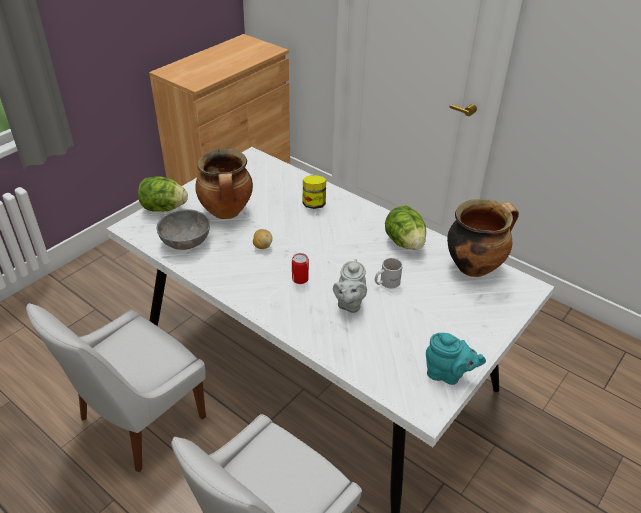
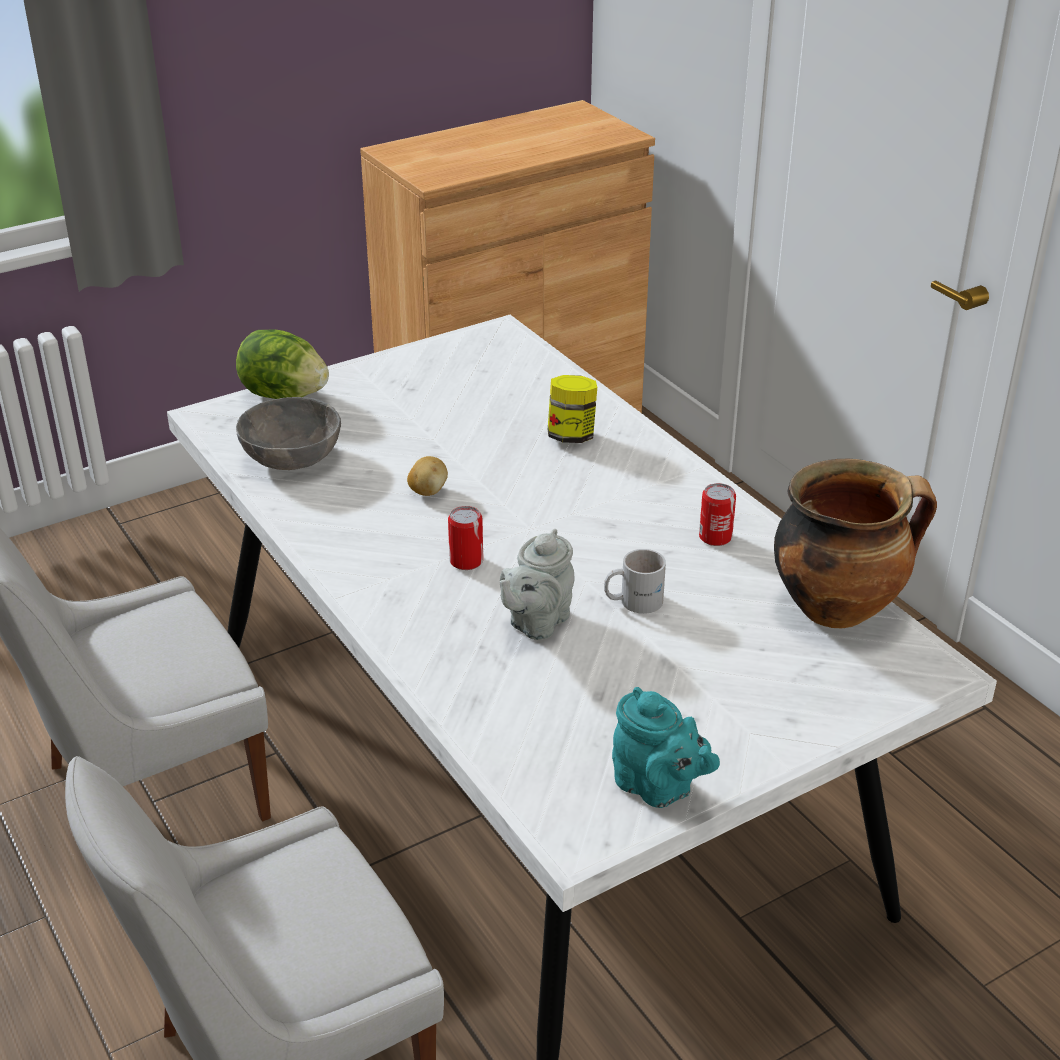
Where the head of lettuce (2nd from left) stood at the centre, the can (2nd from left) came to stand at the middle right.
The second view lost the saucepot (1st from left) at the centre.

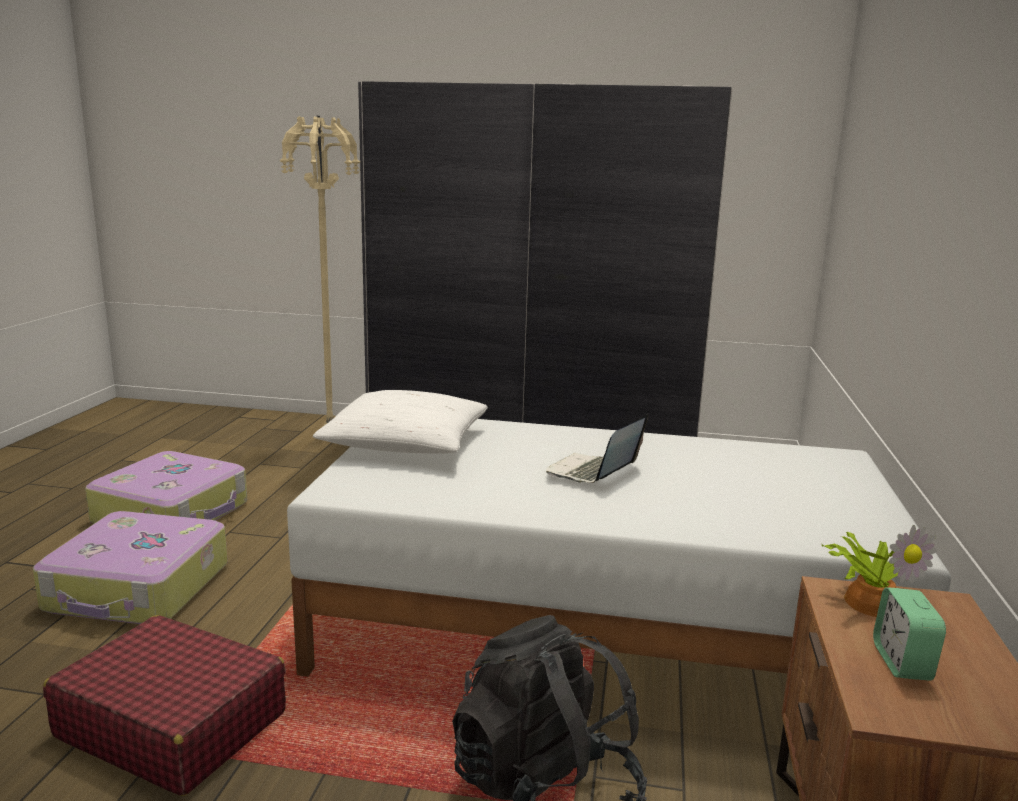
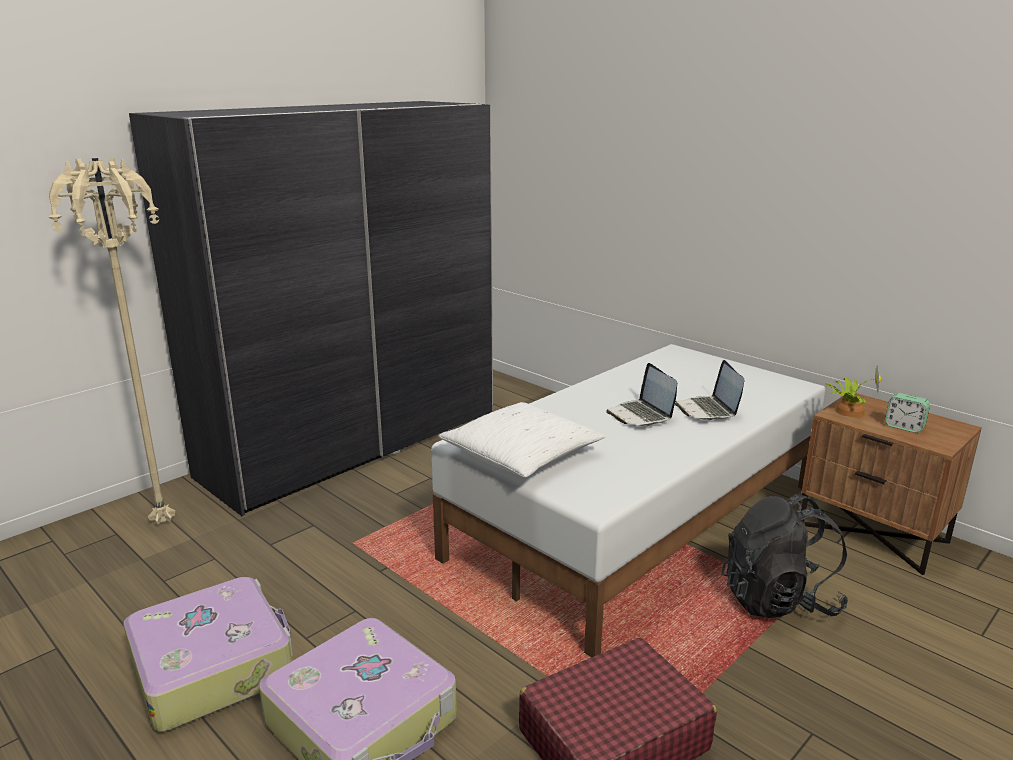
The second view gained the laptop (2nd from left) at the middle right.

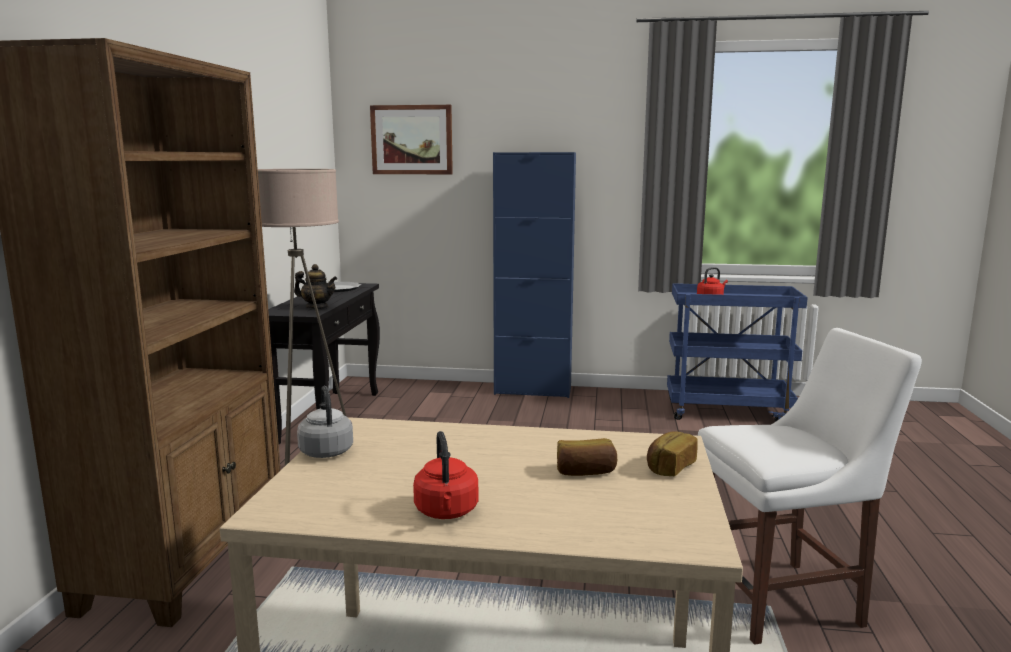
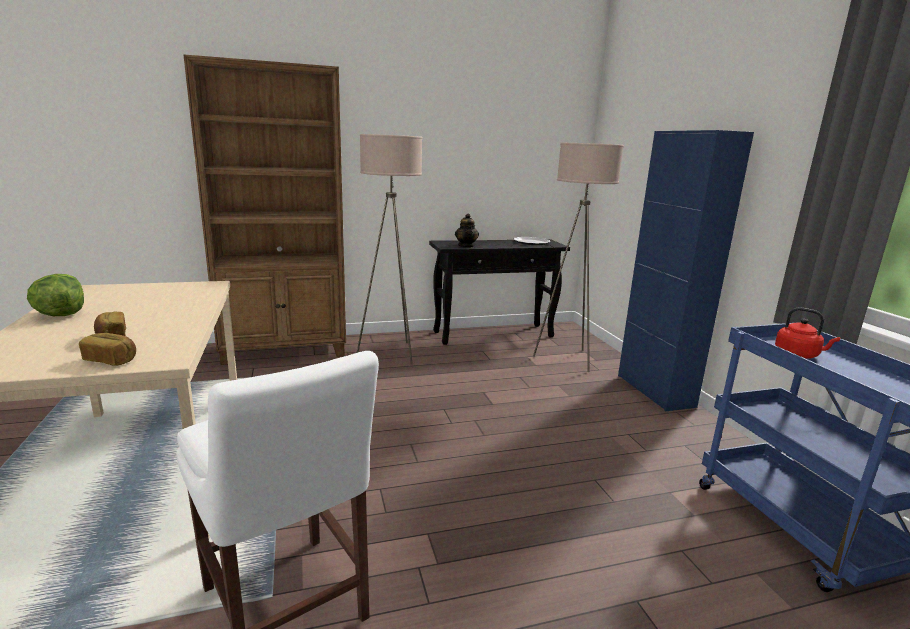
Where the tea kettle in reddish (1st from left) stood at the bottom centre, the head of lettuce came to stand at the middle left.
The second view gained the floor lamp in beige-coloured (2nd from left) at the centre.
The second view lost the tea kettle in greyish at the middle left.
The second view lost the picture at the top centre.

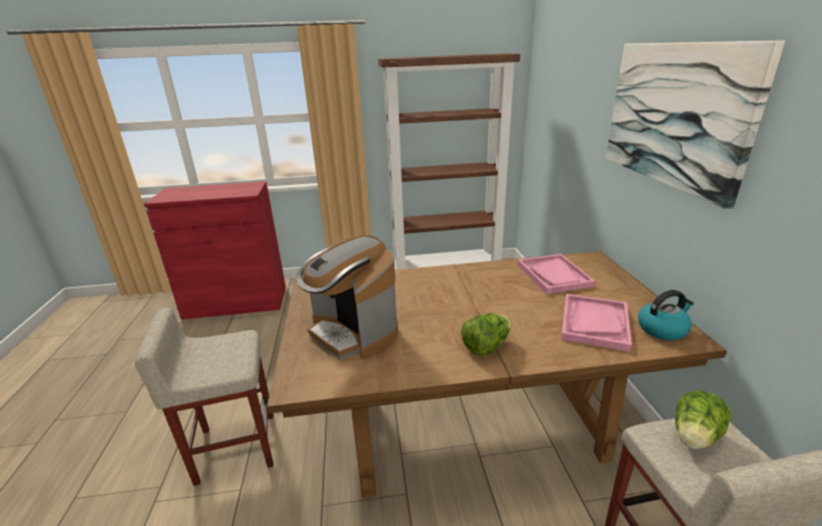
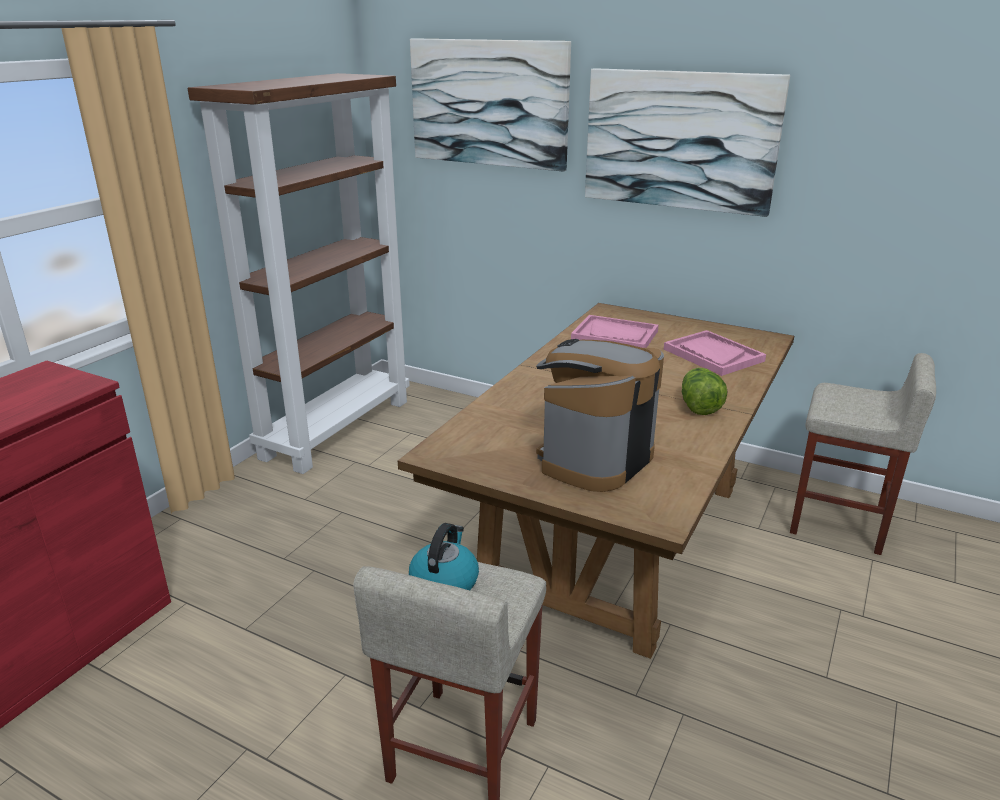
The tea kettle ended up elsewhere, having gone from the middle right to the bottom centre.
The second view gained the picture (1st from left) at the top centre.
The coffee brewer at the centre ended up facing another way, 135 degrees clockwise from before.
The second view lost the head of lettuce (2nd from left) at the bottom right.

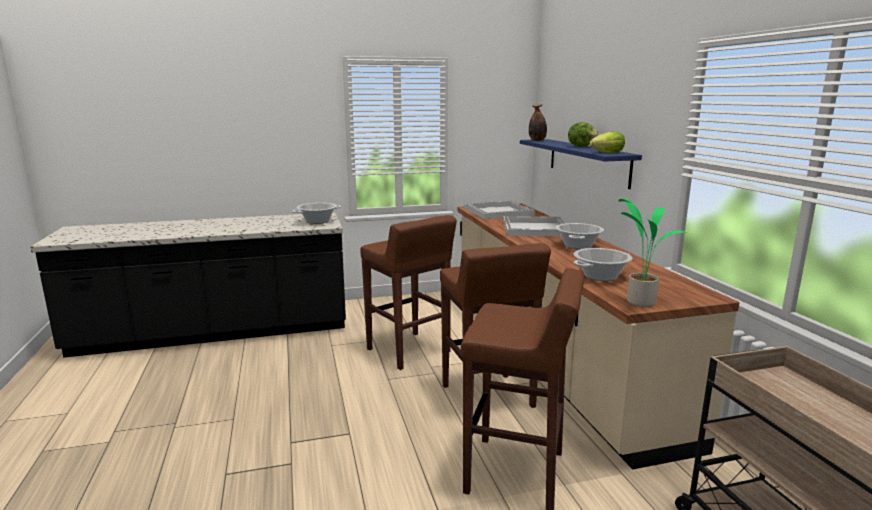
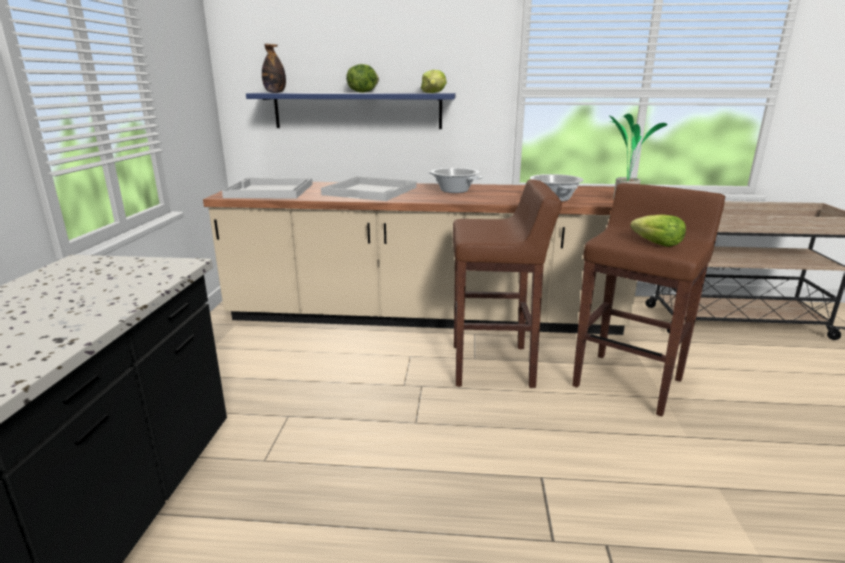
The second view gained the head of lettuce (3rd from left) at the middle right.
The second view lost the saucepot (1st from left) at the centre.
The second view lost the sitting stool in brown (1st from left) at the centre.

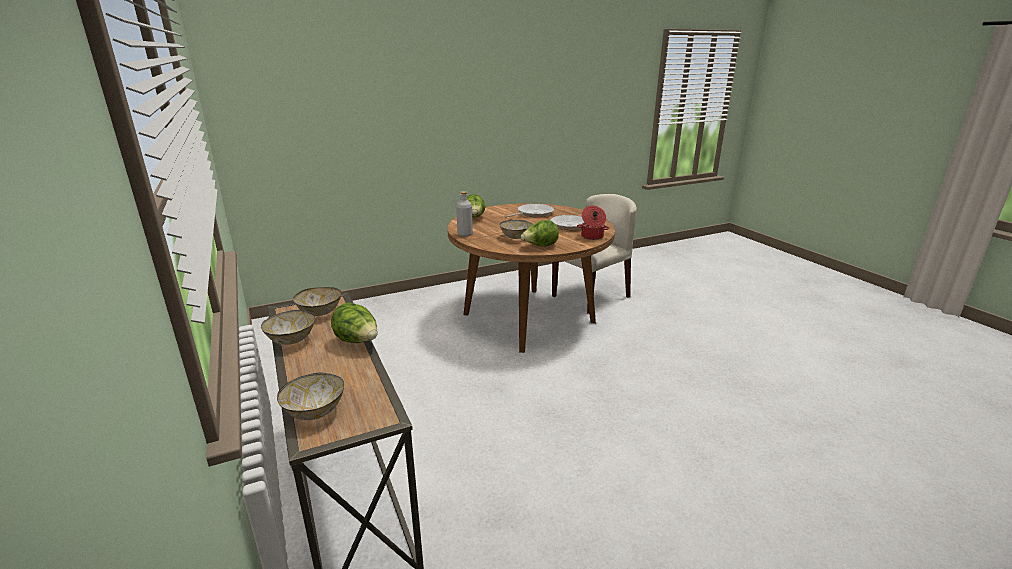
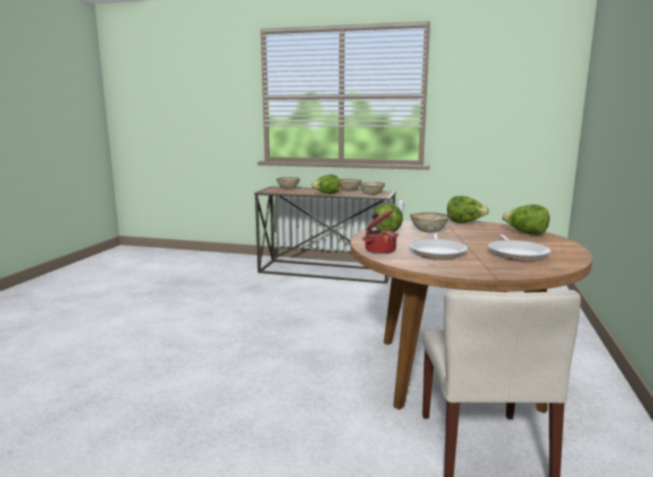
Where the drink bottle in greyish stood at the centre, the head of lettuce (3rd from left) came to stand at the middle right.

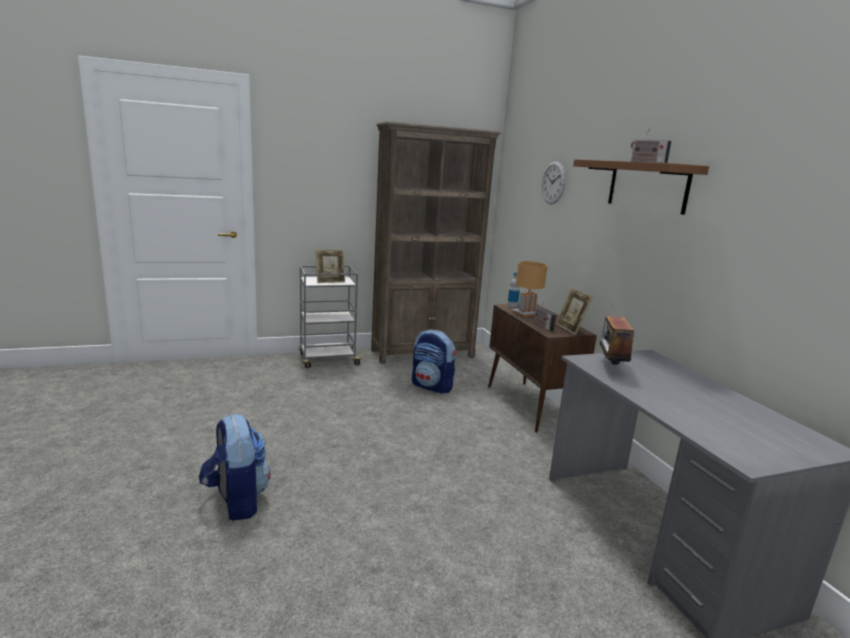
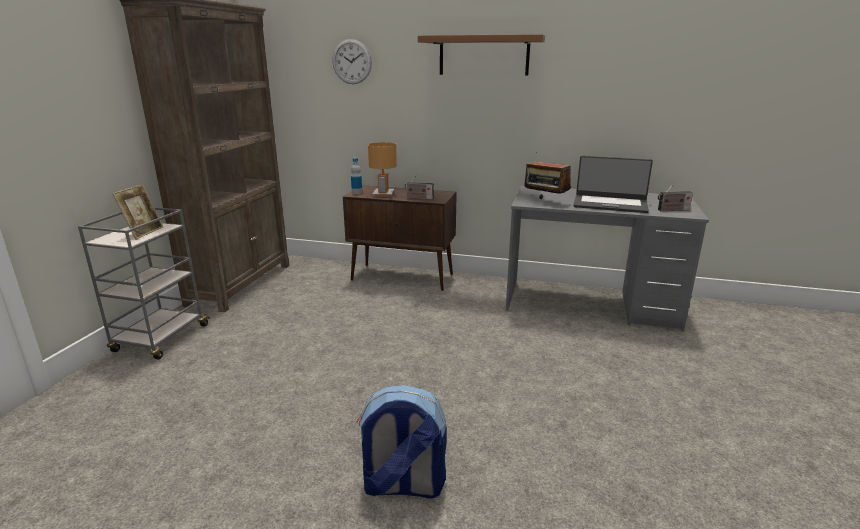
The second view gained the laptop at the middle right.
The radio receiver (3rd from left) ended up elsewhere, having gone from the top right to the middle right.
The second view lost the rucksack (2nd from left) at the centre.
The second view lost the standing frame (2nd from left) at the middle right.

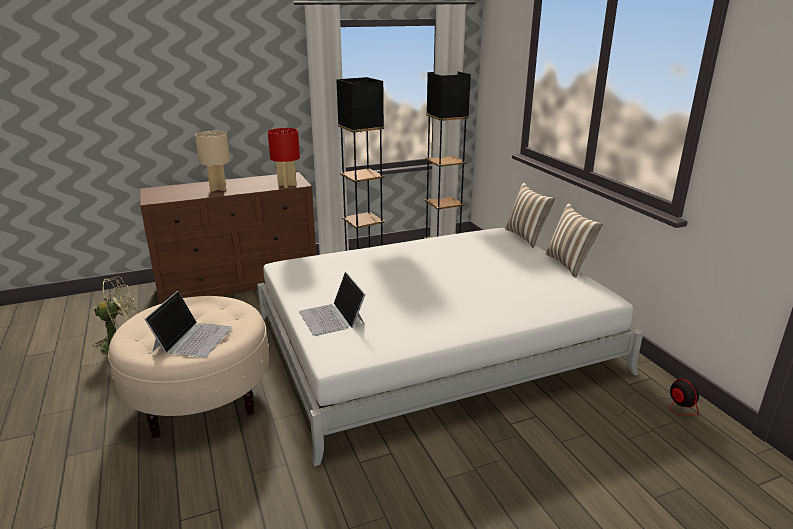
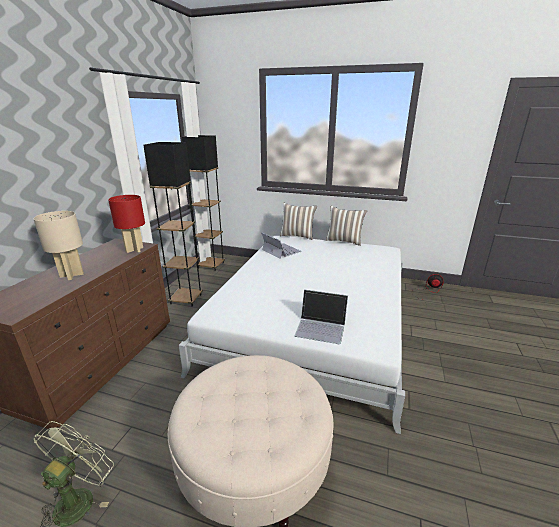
The laptop (1st from left) ended up elsewhere, having gone from the middle left to the centre.

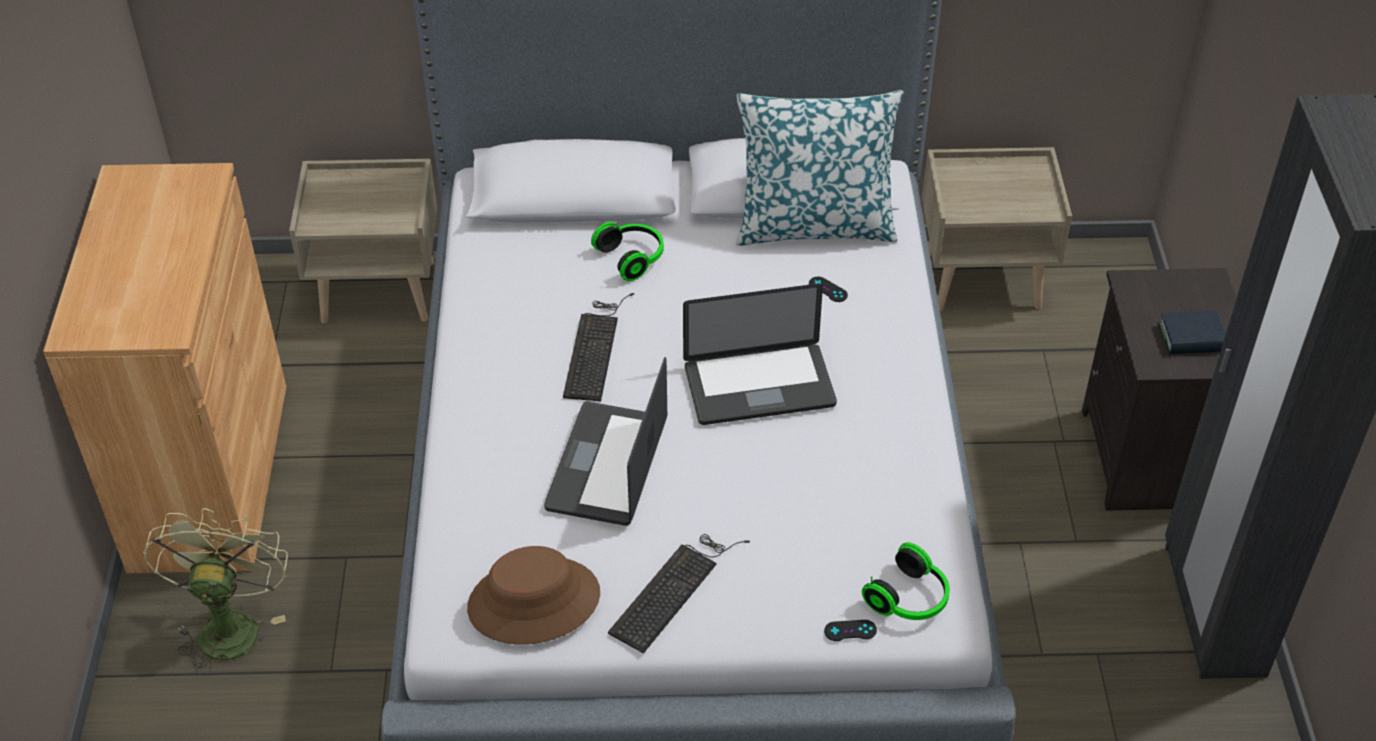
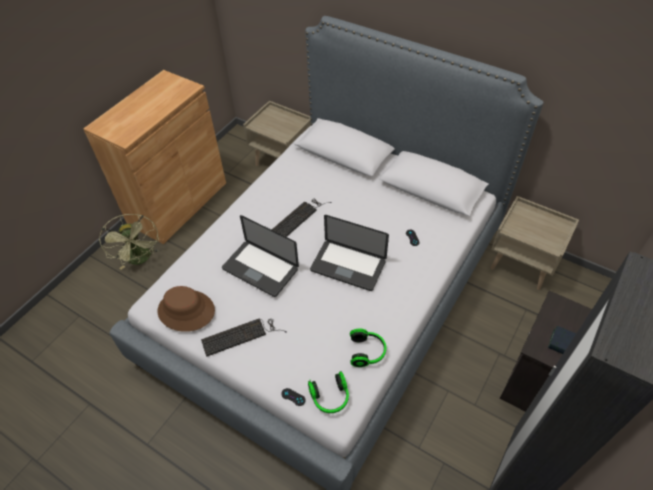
The cooling fan in green at the bottom left ended up facing another way, 120 degrees clockwise from before.
The laptop (1st from left) at the centre ended up facing another way, 105 degrees counterclockwise from before.
The headphones (1st from left in the first image) ended up elsewhere, having gone from the centre to the bottom centre.
The second view lost the throw pillow at the top centre.

